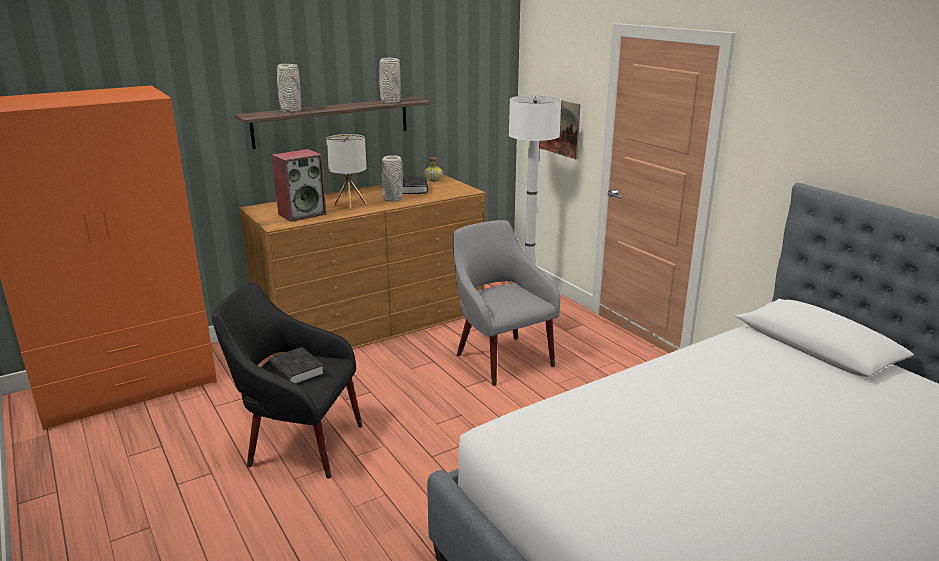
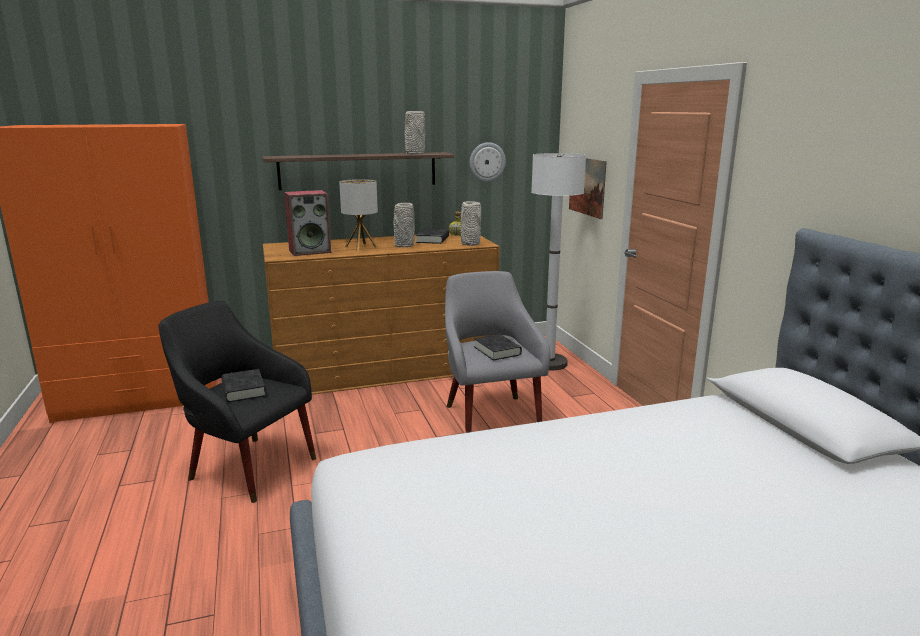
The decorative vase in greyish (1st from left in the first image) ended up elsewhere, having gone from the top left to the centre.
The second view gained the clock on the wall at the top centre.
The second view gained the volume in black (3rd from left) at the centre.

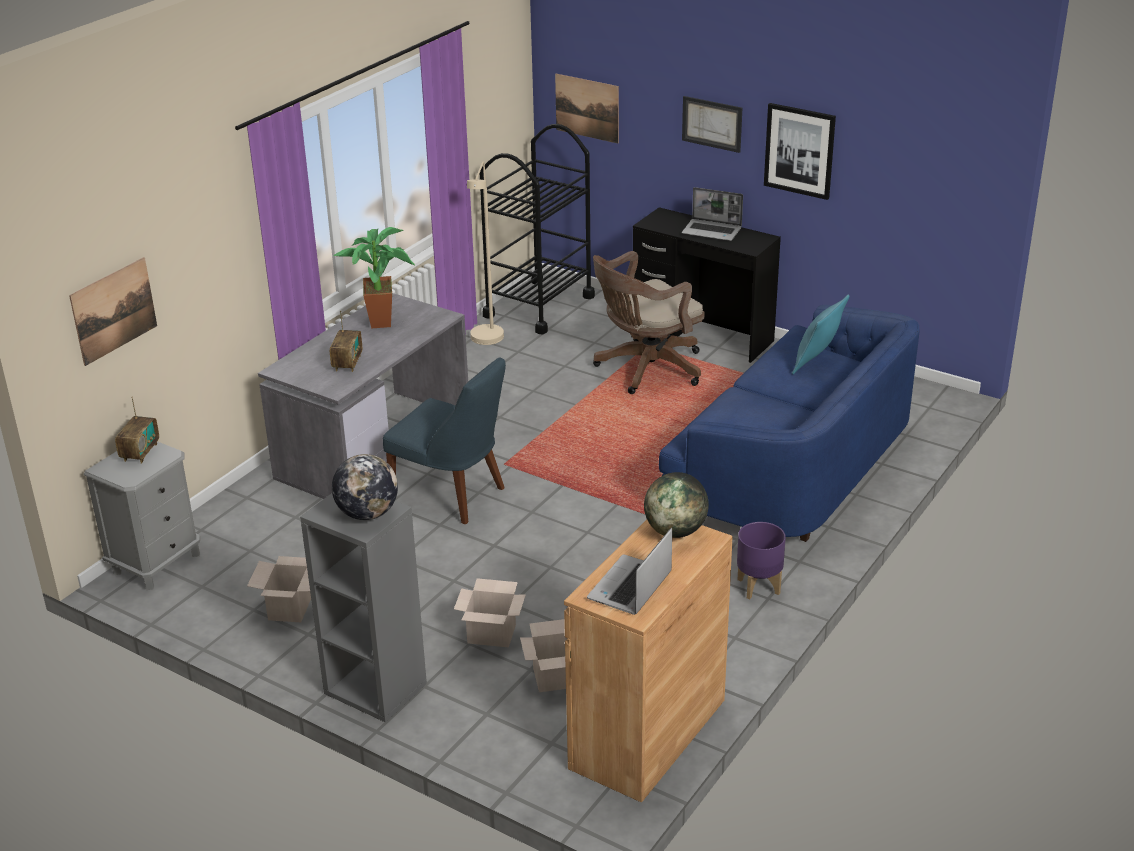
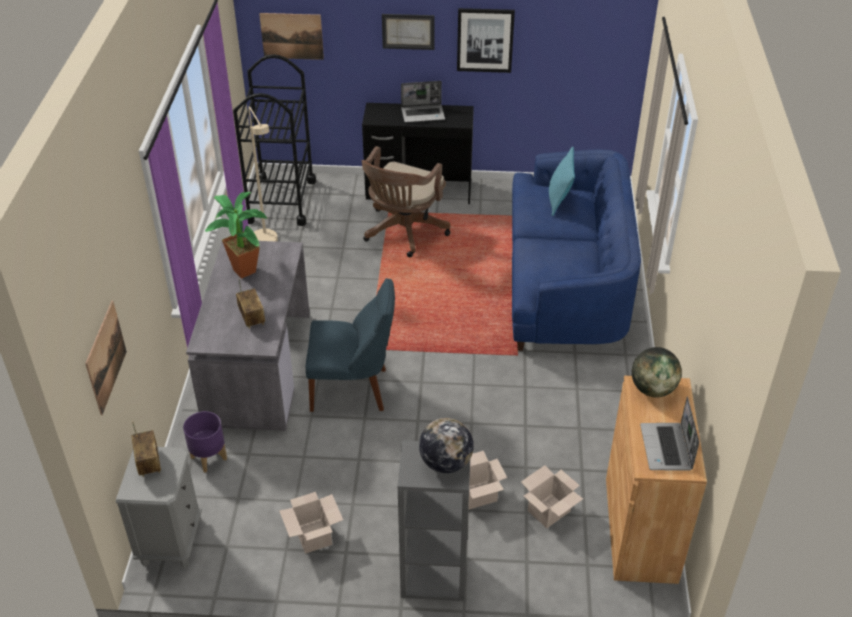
The plant pot in purple ended up elsewhere, having gone from the middle right to the bottom left.

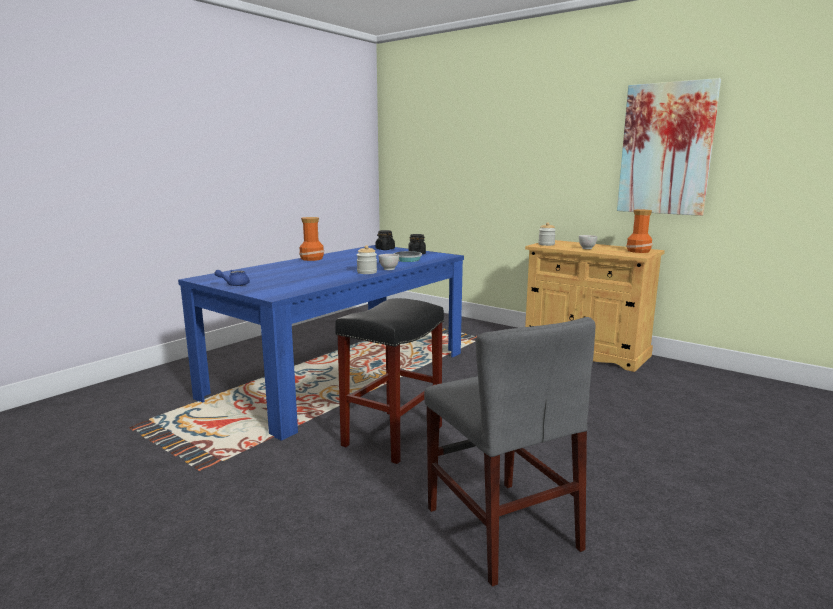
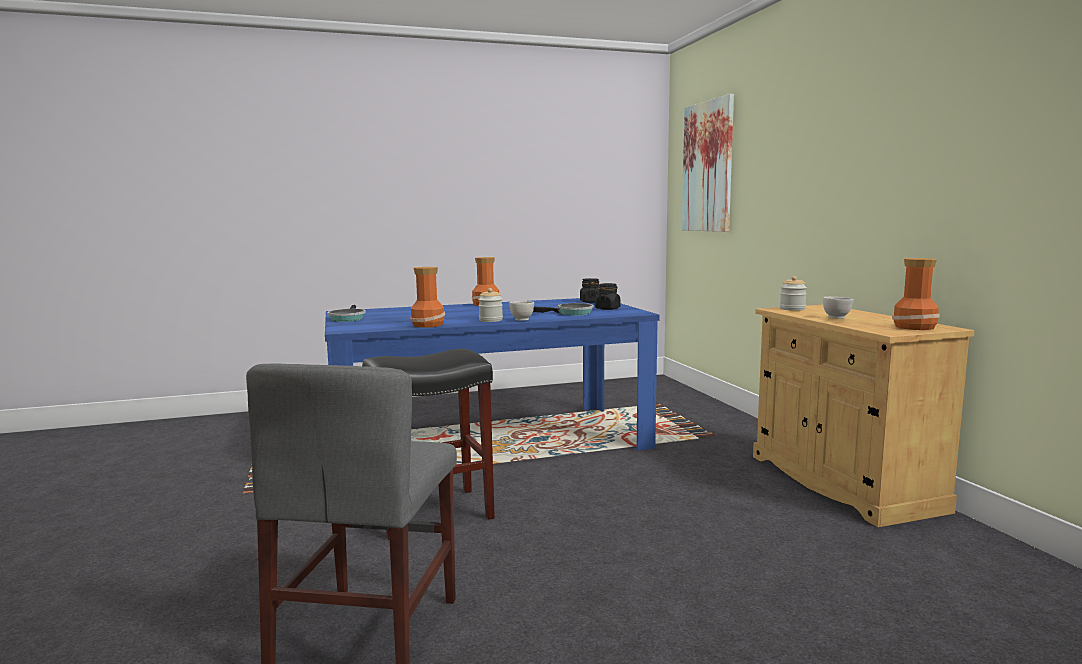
Where the teapot in blue stood at the middle left, the skillet (1st from left) came to stand at the middle left.
The second view gained the decorative vase (1st from left) at the centre.
The picture ended up elsewhere, having gone from the top right to the top centre.

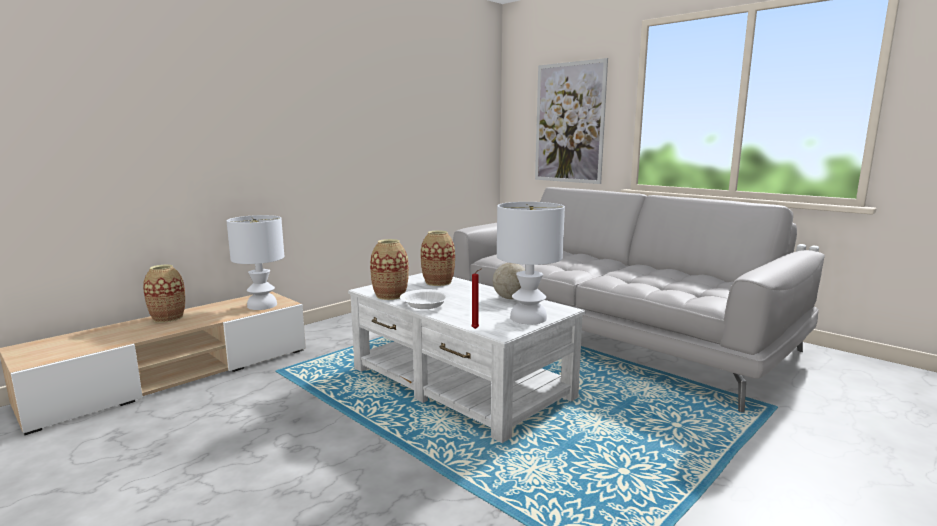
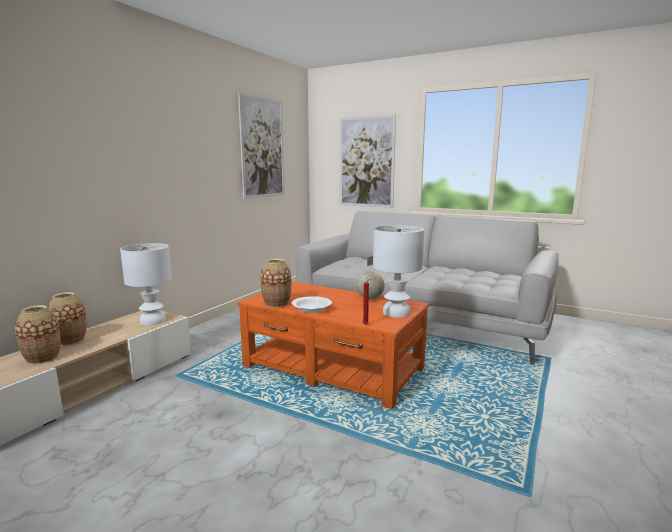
The decorative vase (3rd from left in the first image) ended up elsewhere, having gone from the centre to the middle left.
What was the lounge table in white at the bottom centre turned into the lounge table in orangey at the centre.
The second view gained the picture (1st from left) at the top centre.

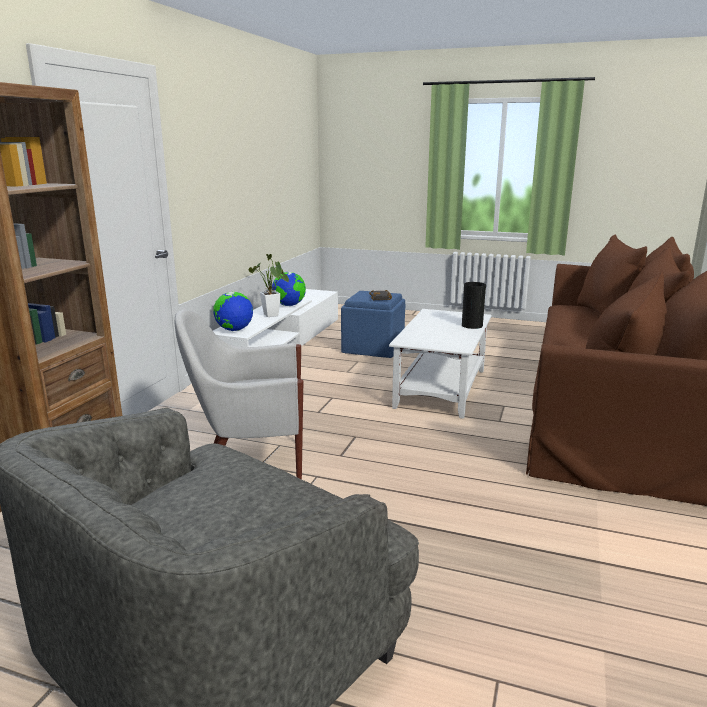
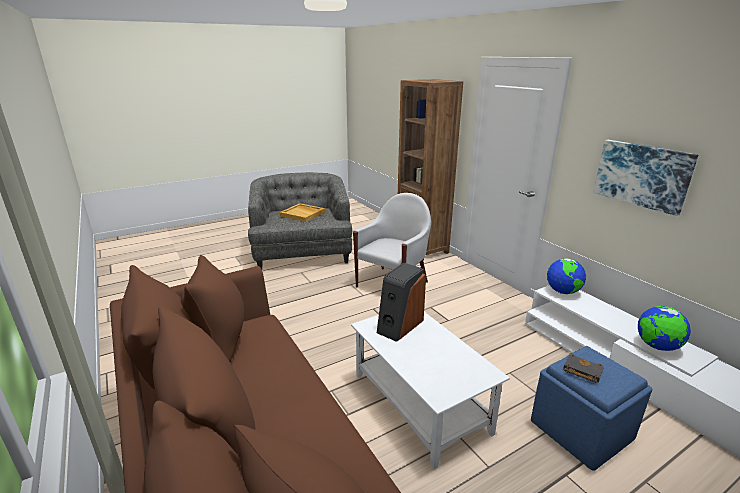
The second view gained the serving tray in beige-coloured at the centre.
The second view gained the speaker at the centre.
The second view gained the picture at the middle right.
The second view lost the houseplant at the centre.
The second view lost the decorative vase at the middle right.

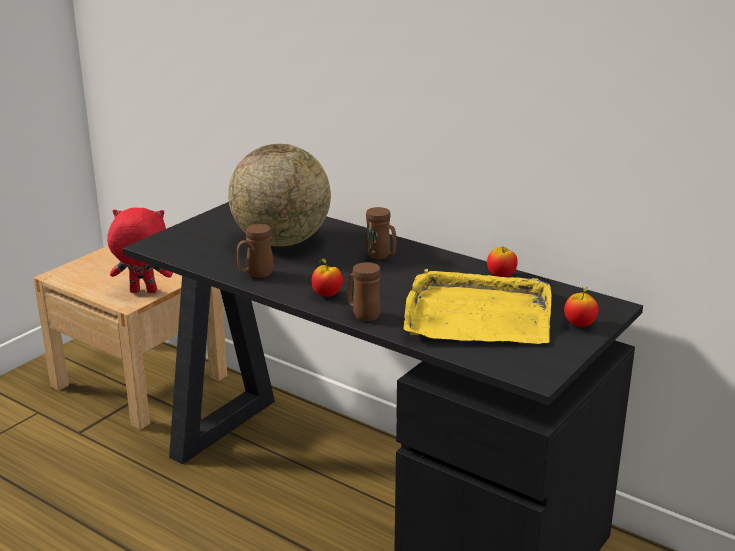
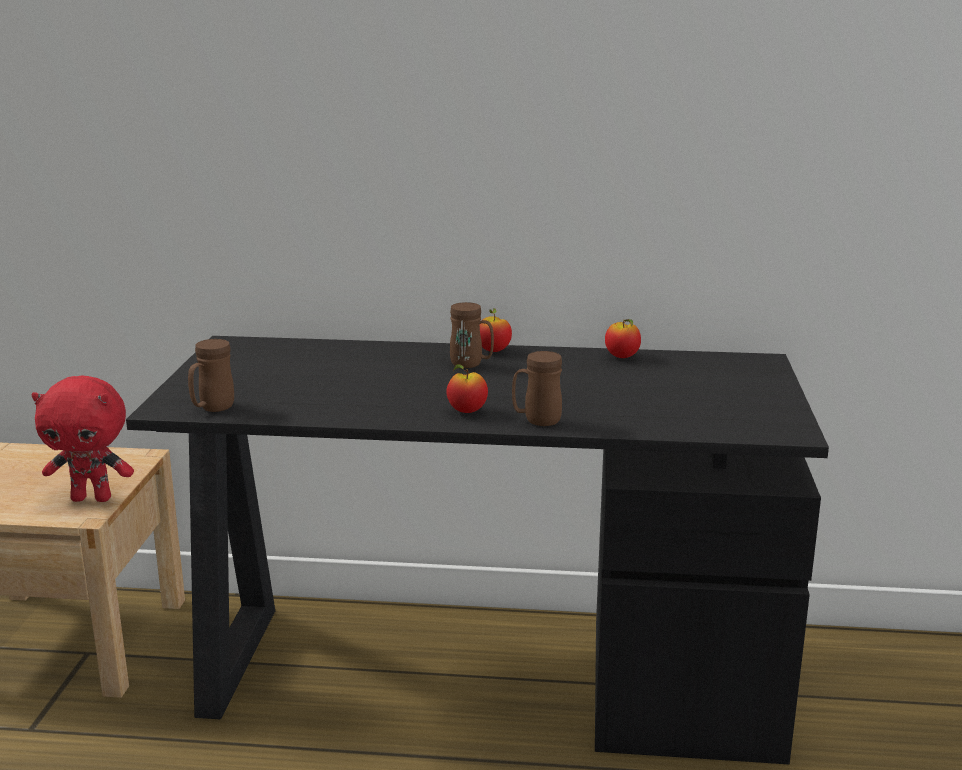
The soft toy in reddish at the middle left ended up facing another way, 150 degrees counterclockwise from before.
The mug in brown (1st from left) ended up elsewhere, having gone from the centre to the middle left.
The apple (3rd from left in the first image) ended up elsewhere, having gone from the middle right to the centre.
The second view lost the desk globe at the centre.
The second view lost the serving tray in yellow at the centre.

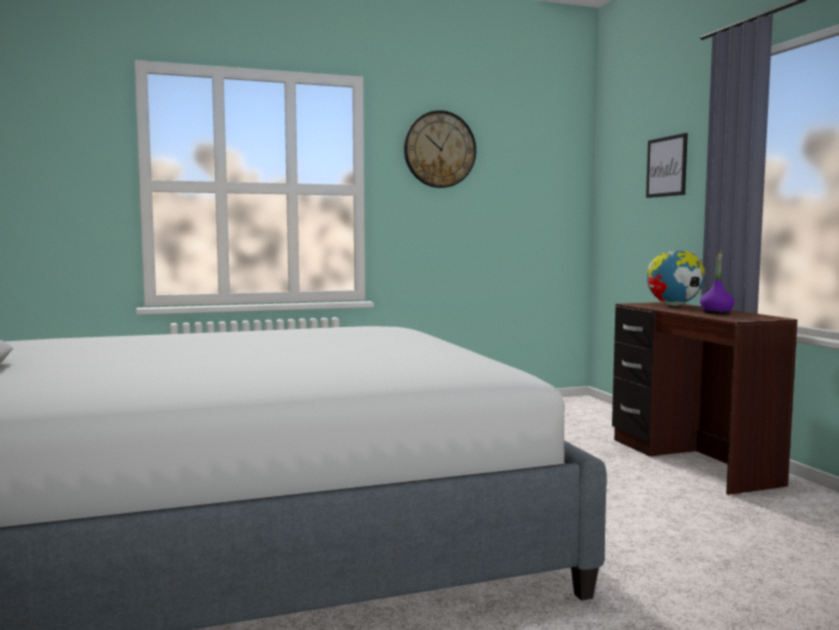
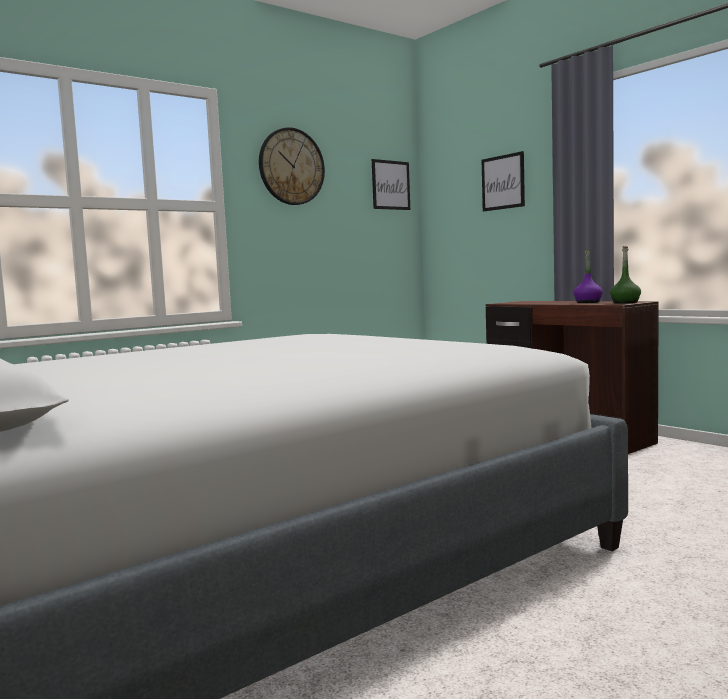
The second view gained the picture (1st from left) at the top centre.
The second view gained the drink bottle in green at the middle right.
The second view lost the desk globe at the middle right.

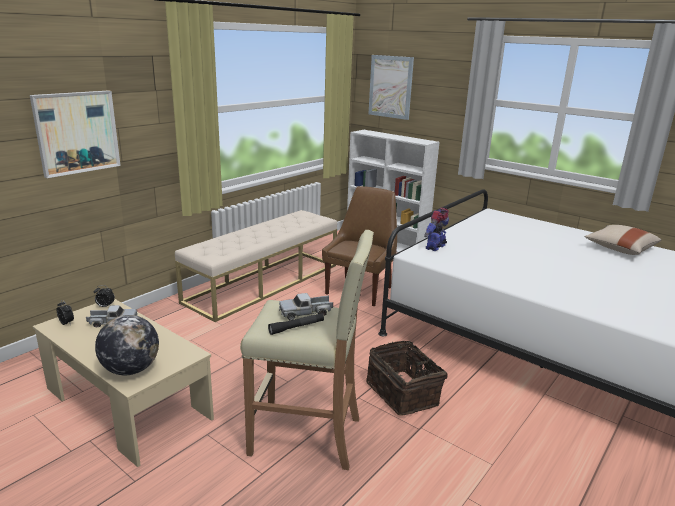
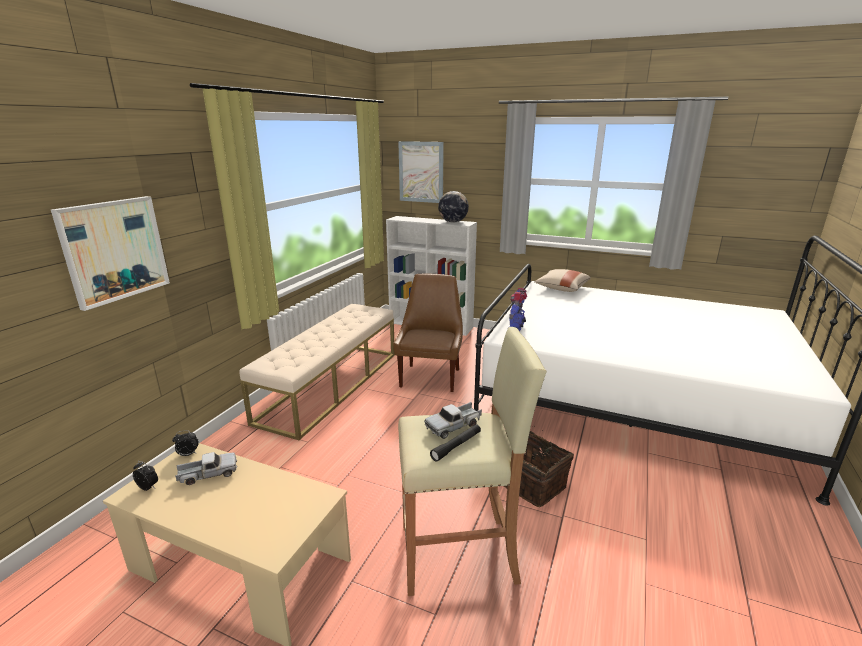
The desk globe ended up elsewhere, having gone from the bottom left to the top centre.
The throw pillow in beige-coloured ended up elsewhere, having gone from the middle right to the centre.

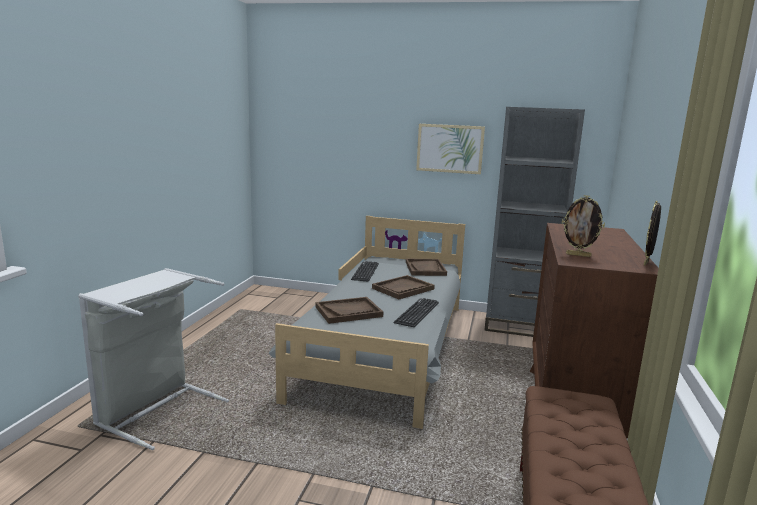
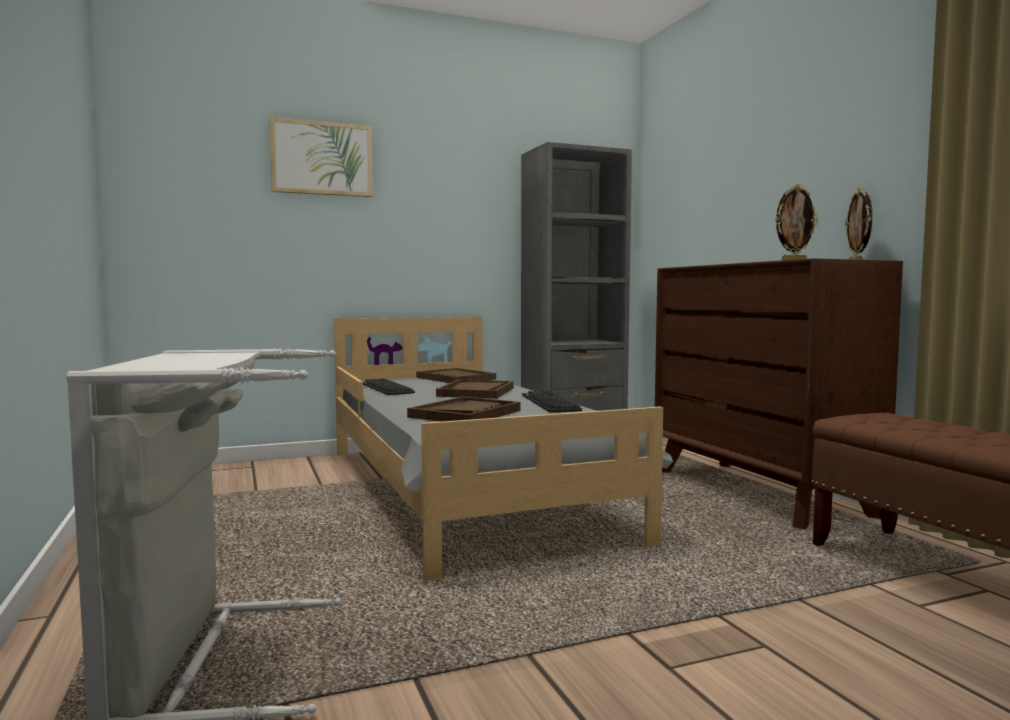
The picture ended up elsewhere, having gone from the top centre to the top left.

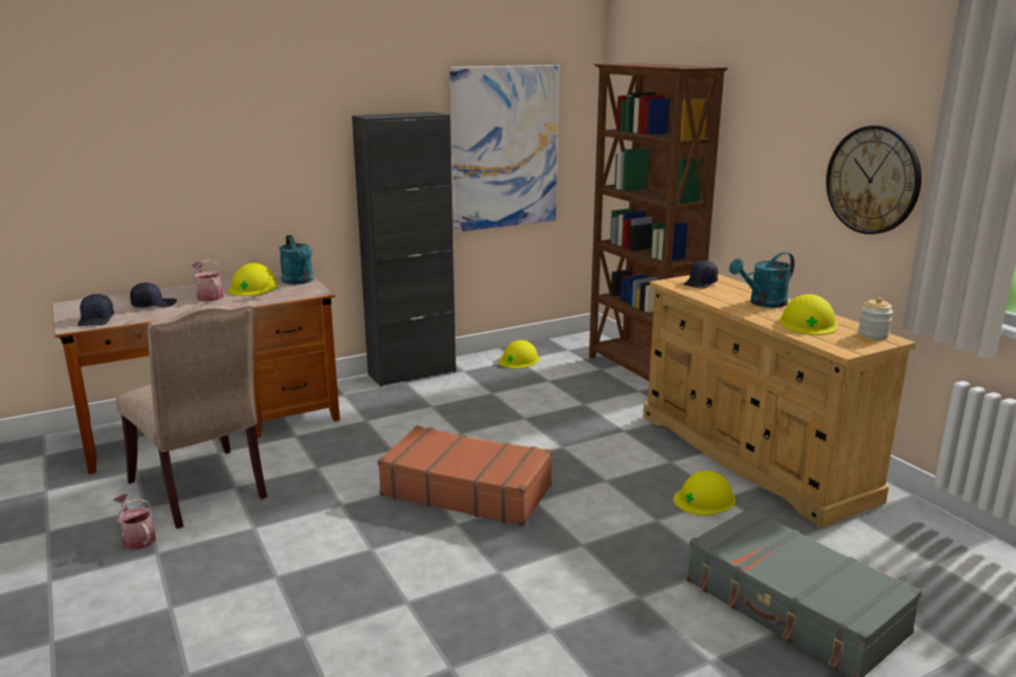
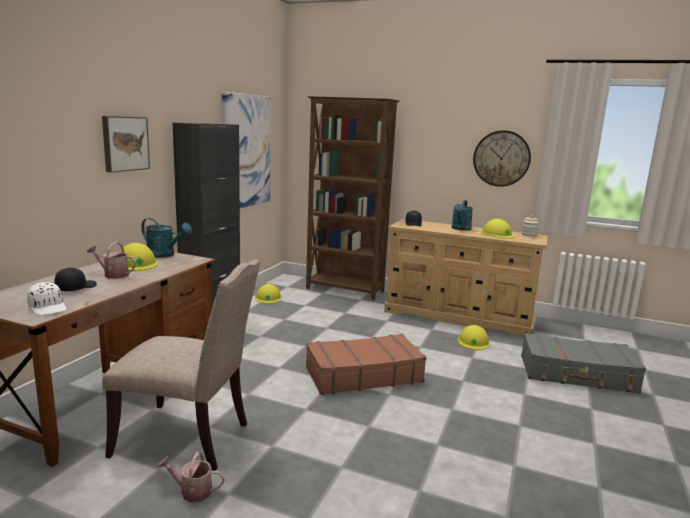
What was the peaked cap in black (1st from left) at the middle left turned into the peaked cap in white at the middle left.
The second view gained the picture (1st from left) at the top left.

